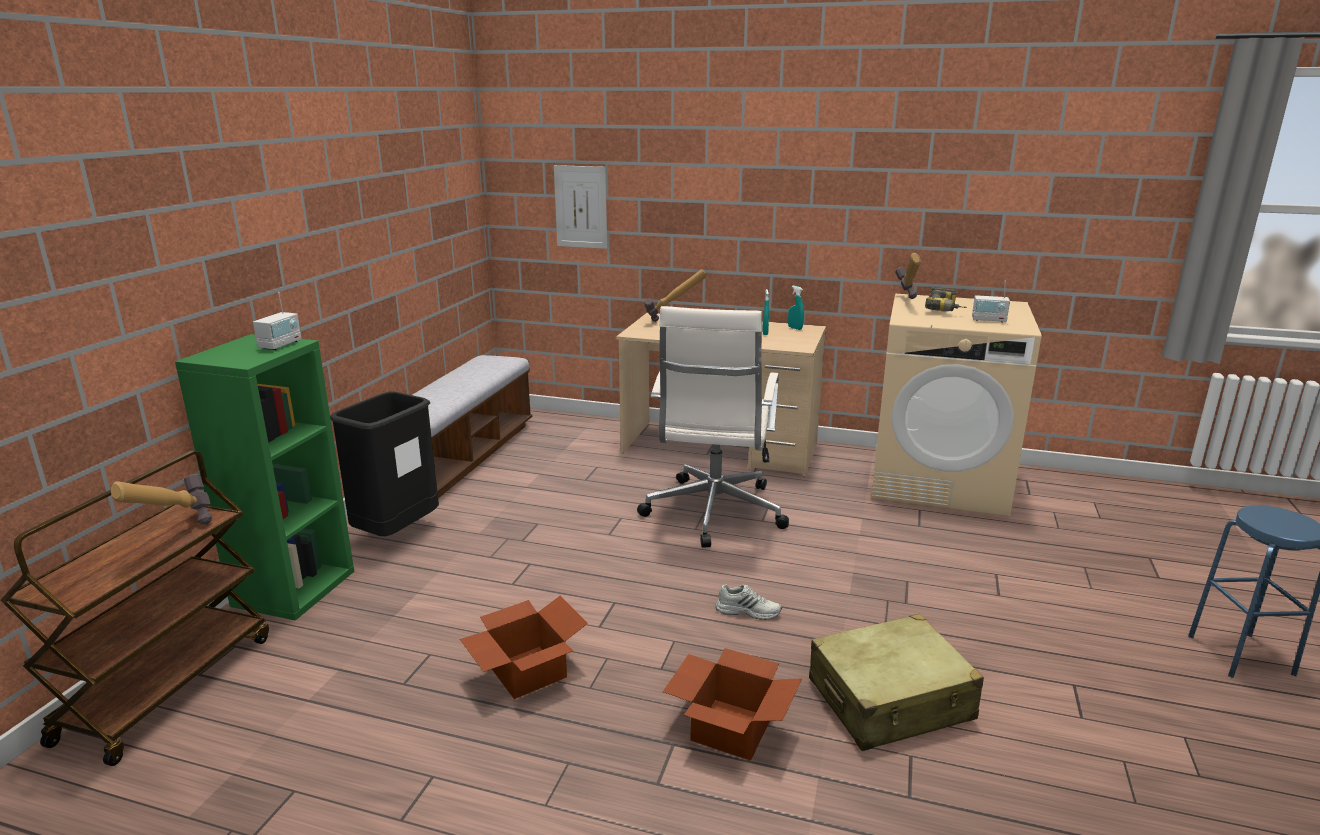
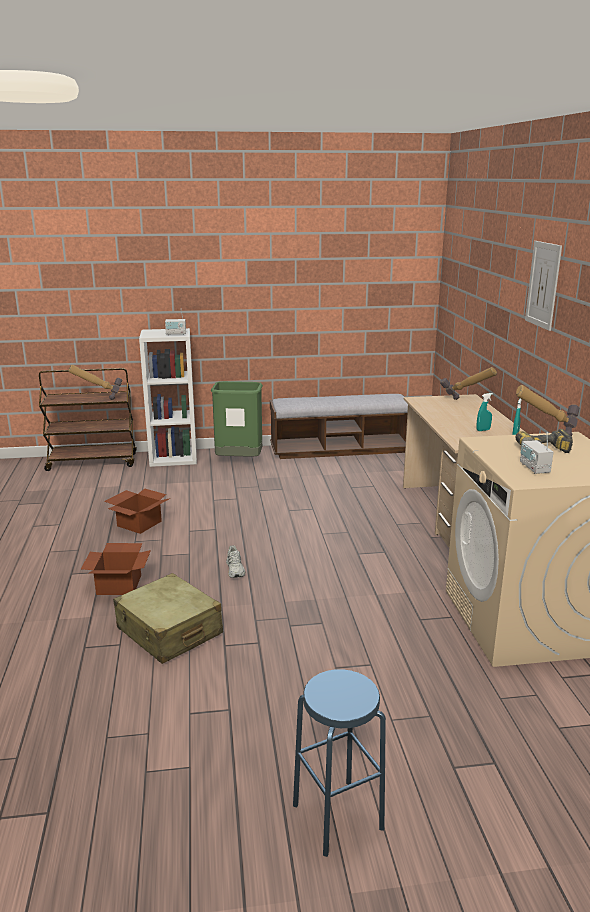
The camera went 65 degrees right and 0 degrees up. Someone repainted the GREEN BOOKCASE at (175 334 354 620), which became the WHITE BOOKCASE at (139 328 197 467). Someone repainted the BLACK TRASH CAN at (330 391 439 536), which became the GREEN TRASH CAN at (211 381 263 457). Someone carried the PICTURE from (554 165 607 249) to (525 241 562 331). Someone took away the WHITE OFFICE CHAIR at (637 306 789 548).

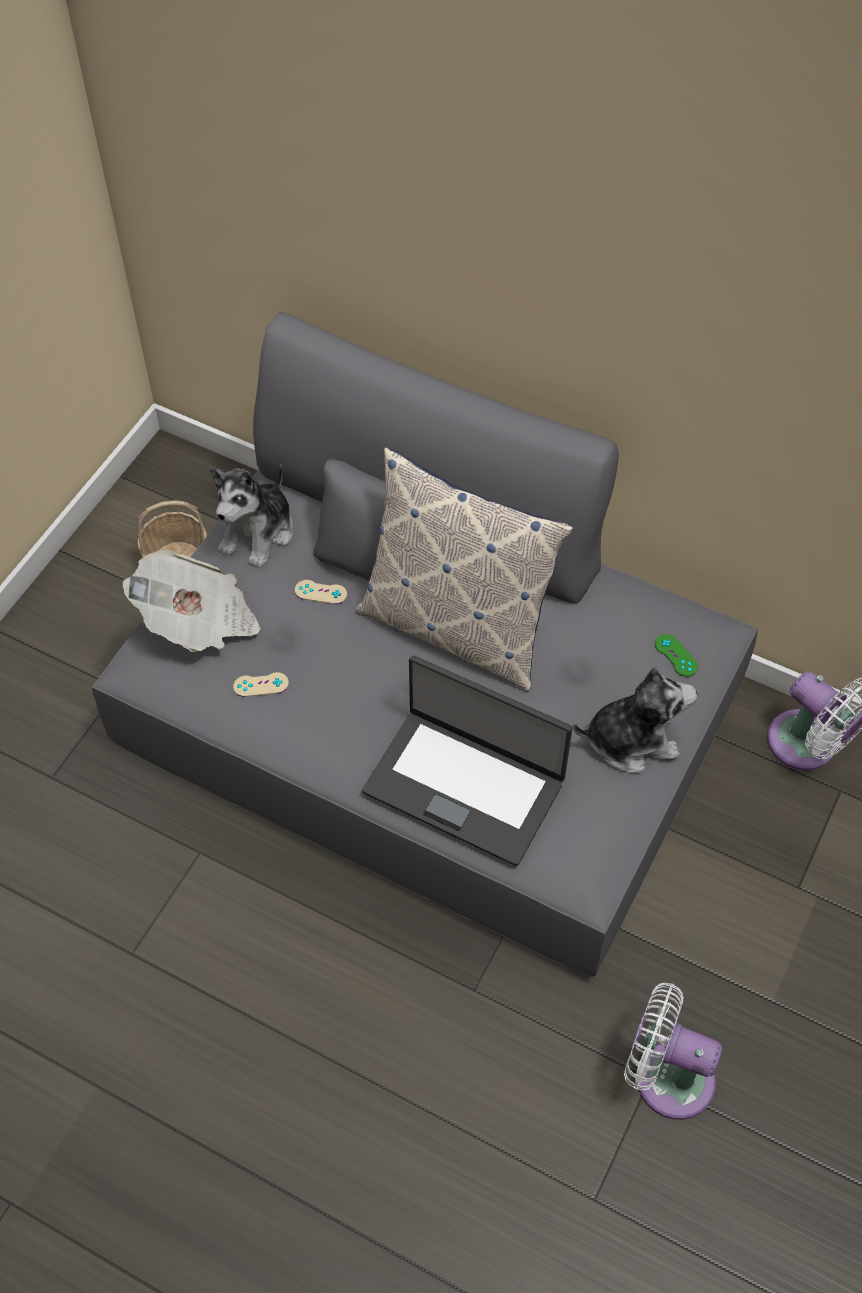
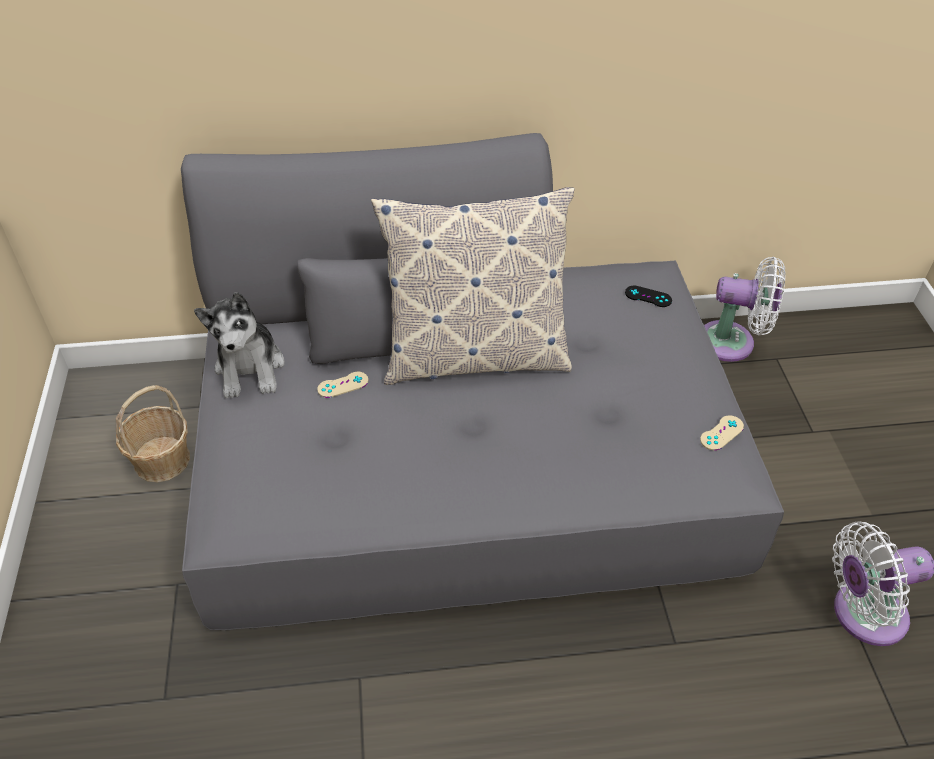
The camera went 35 degrees left and 10 degrees down. Someone took away the NEWSPAPER at (123 550 261 652). Someone carried the BEIGE GAME CONTROLLER from (233 672 289 697) to (700 415 744 450). Someone took away the LAPTOP at (362 655 572 866). Someone took away the PLUSH TOY at (573 667 697 772). Someone repainted the GREEN GAME CONTROLLER at (655 634 698 677), which became the BLACK GAME CONTROLLER at (625 286 672 307).

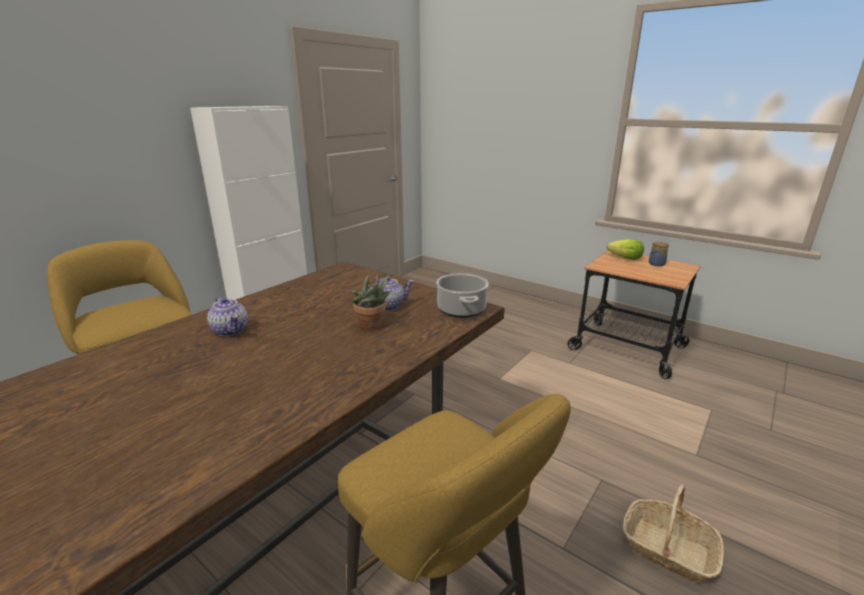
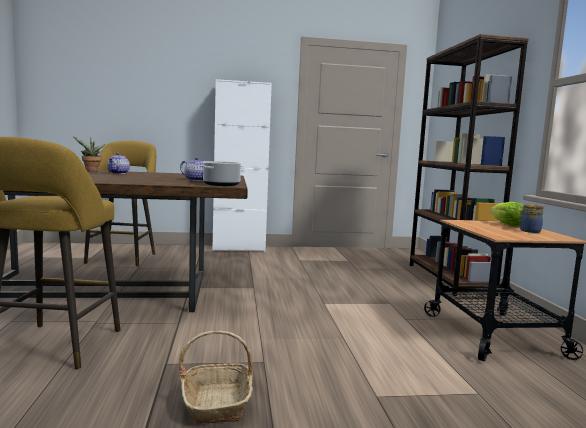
The camera went 45 degrees right and 15 degrees down. Someone carried the POTTED PLANT from (351 272 392 330) to (73 137 106 172). Someone put down the BROWN BOOKCASE at (410 34 529 296).

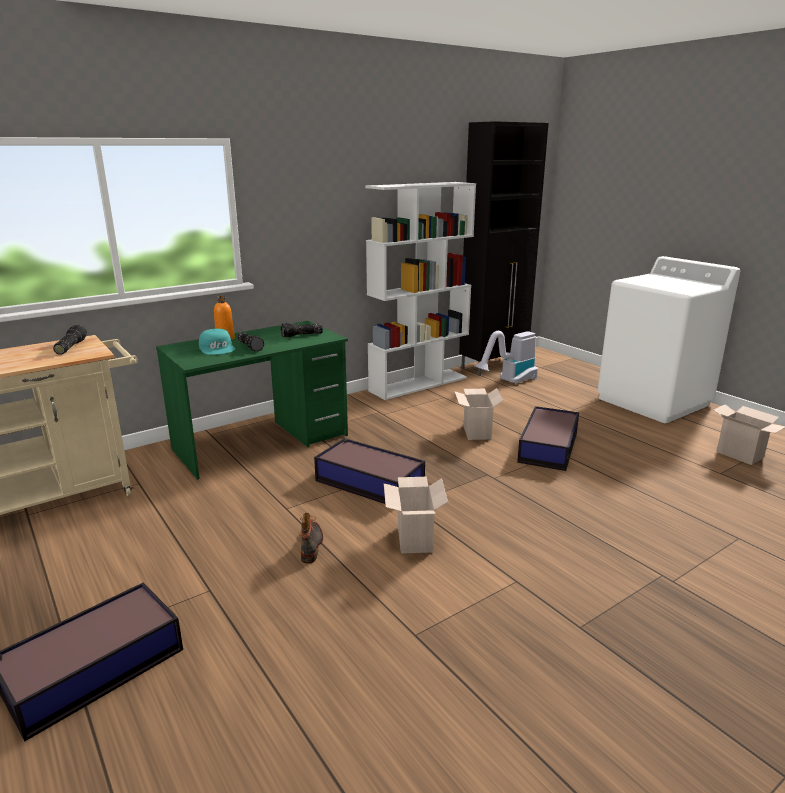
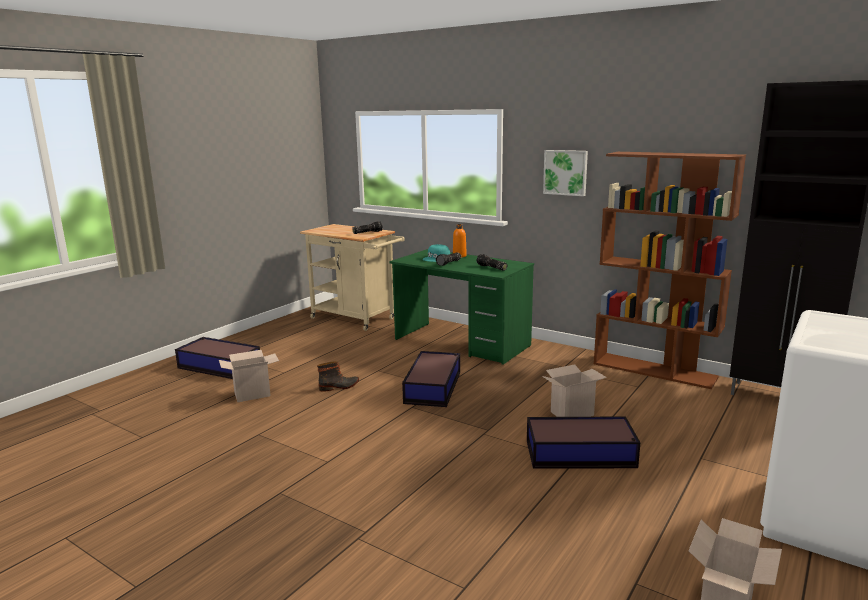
The camera went 70 degrees right and 5 degrees down. Someone repainted the WHITE BOOKCASE at (365 182 476 400), which became the BROWN BOOKCASE at (594 152 746 389). Someone carried the CARDBOARD BOX from (384 477 448 554) to (219 350 279 402). Someone took away the VACUUM CLEANER at (474 331 538 385). Someone put up the PICTURE at (543 150 588 196).

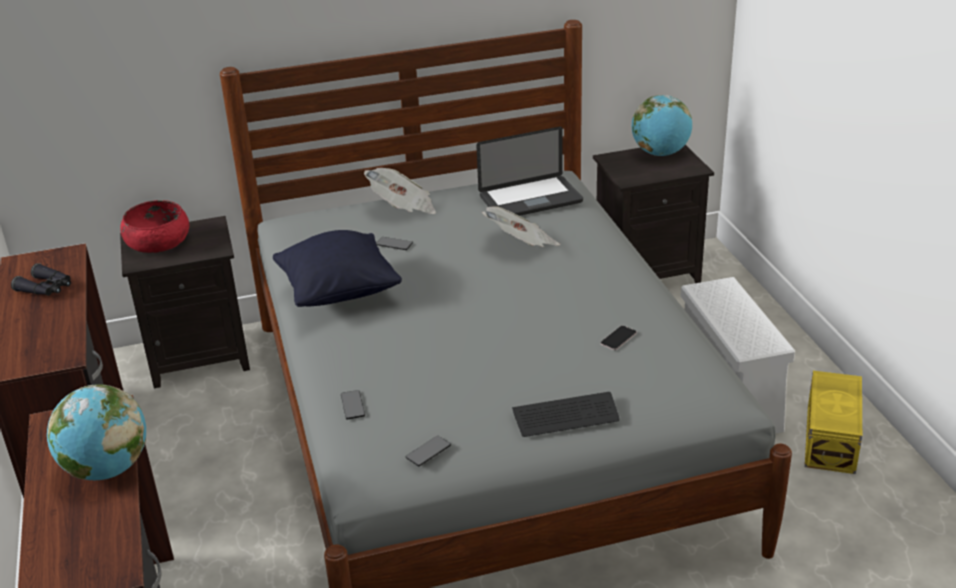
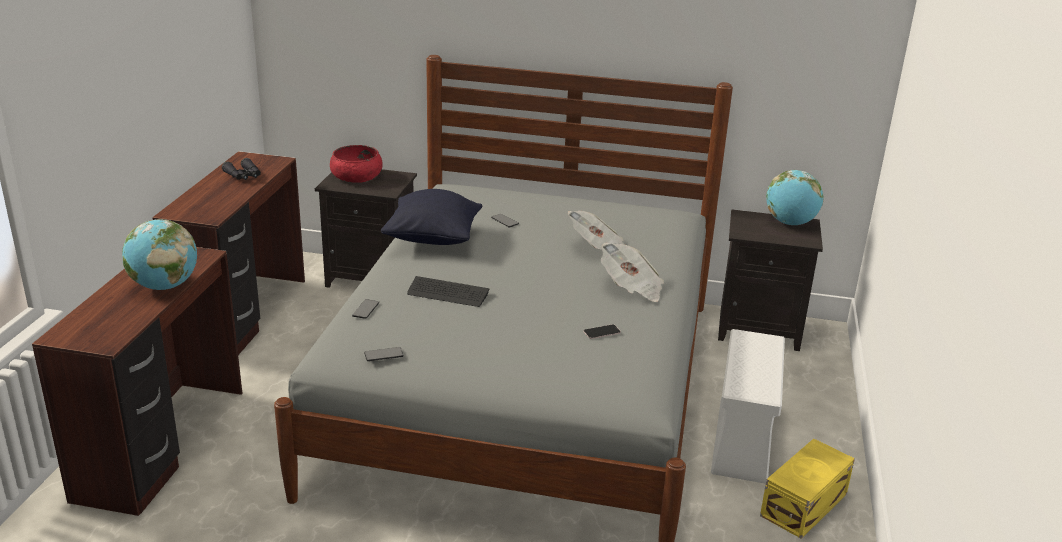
The camera went 25 degrees right and 5 degrees down. Someone carried the NEWSPAPER from (364 168 436 214) to (600 242 664 302). Someone took away the LAPTOP at (476 127 583 216). Someone carried the KEYBOARD from (512 392 620 437) to (407 276 490 307).

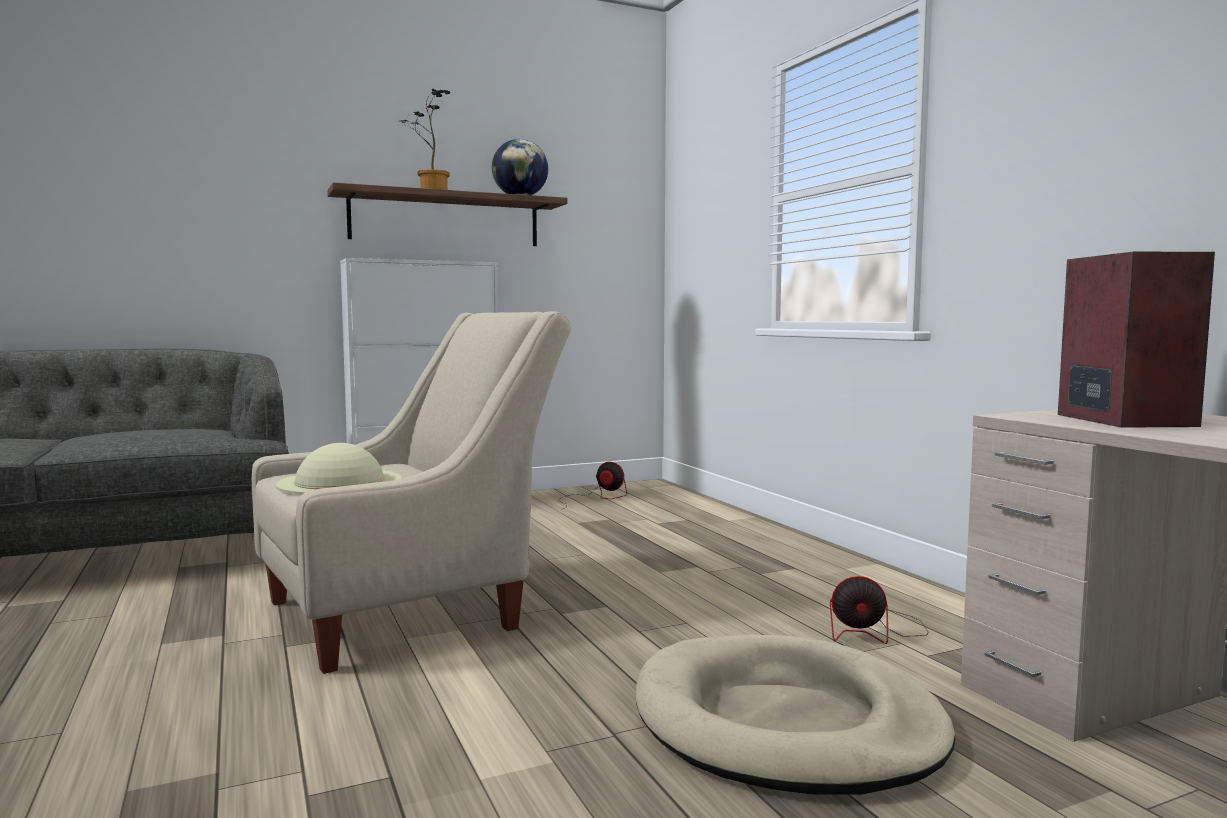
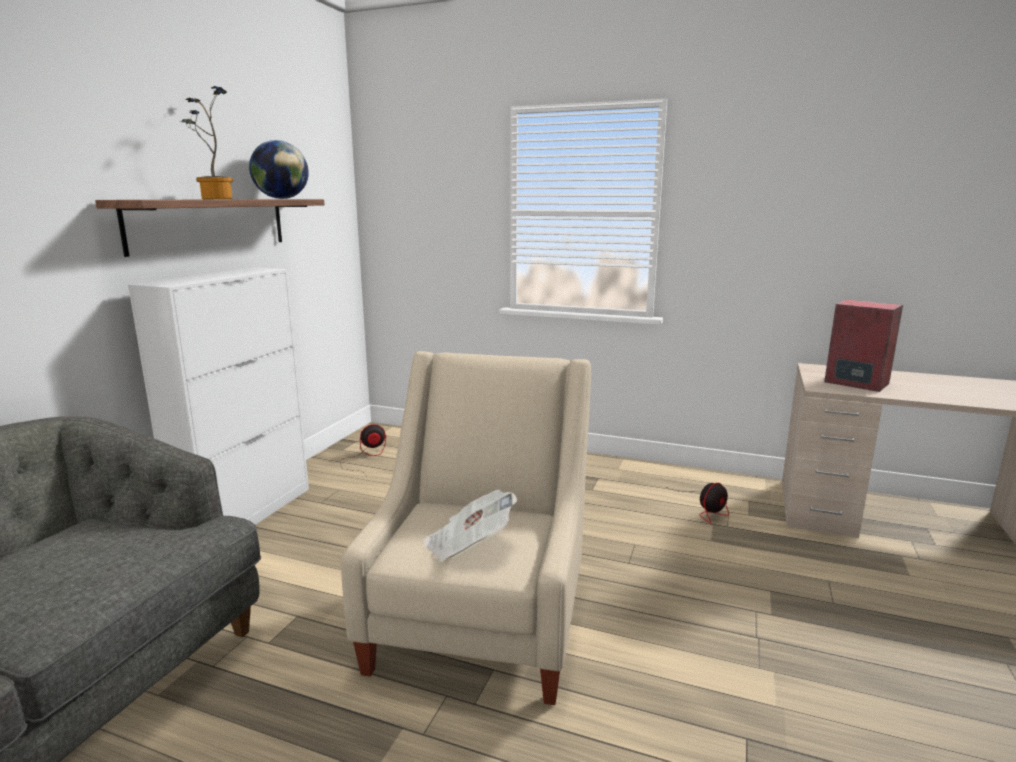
The camera went 45 degrees left and 10 degrees up. Someone swapped the BEIGE HAT at (275 443 401 494) for the NEWSPAPER at (423 490 517 563). Someone took away the BEIGE DOG BED at (636 635 955 795).

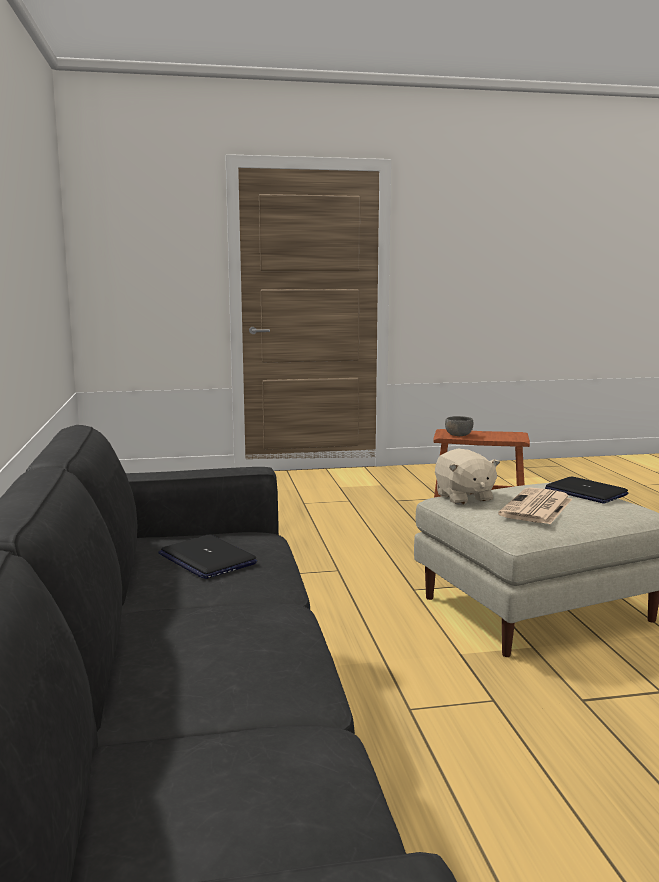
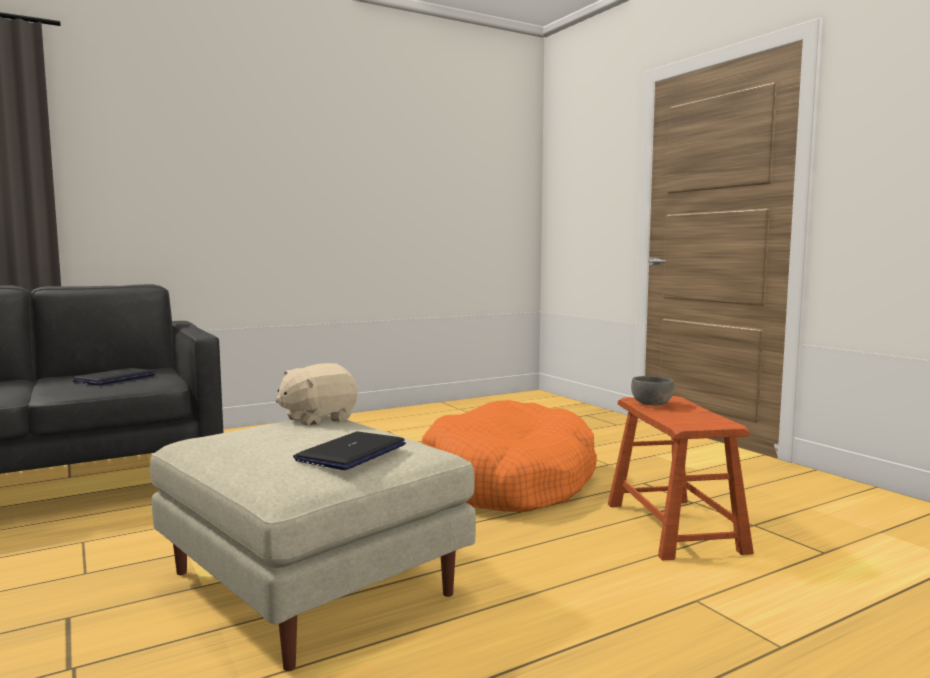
The camera went 70 degrees right and 5 degrees down. Someone took away the NEWSPAPER at (498 487 572 524). Someone put down the ORANGE DOG BED at (422 400 597 512).

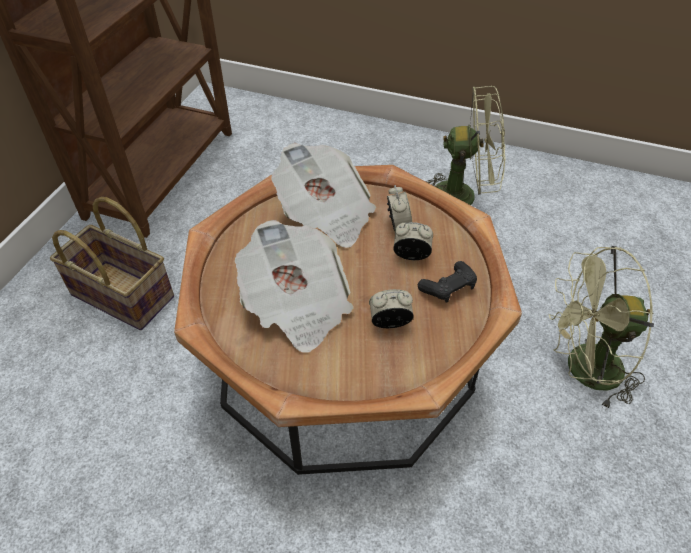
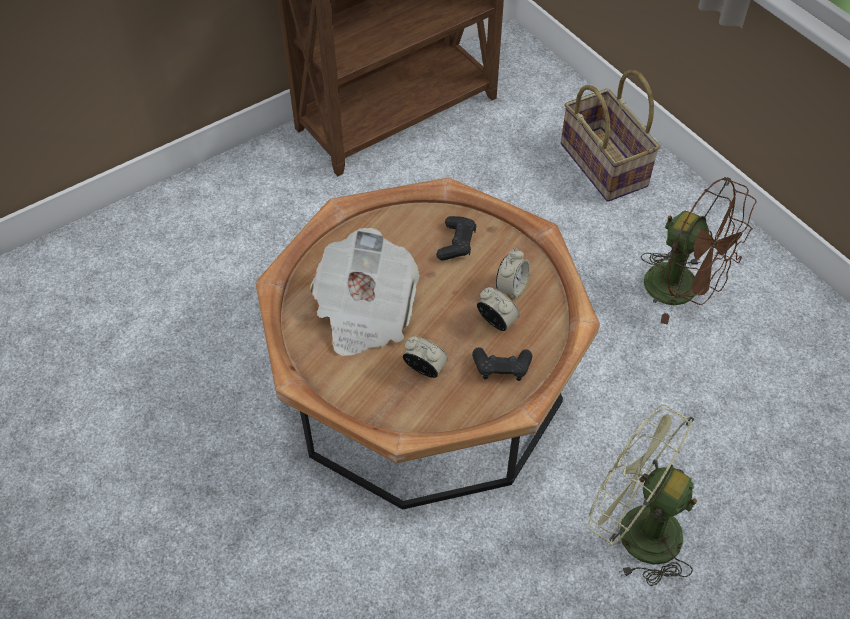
The camera went 35 degrees right and 5 degrees up. Someone carried the BASKET from (50 197 174 330) to (561 70 660 202). Someone swapped the NEWSPAPER at (271 143 376 248) for the BLACK GAME CONTROLLER at (436 216 476 260). Someone repainted the GREEN FAN at (426 86 505 205), which became the BROWN FAN at (641 177 757 325).

